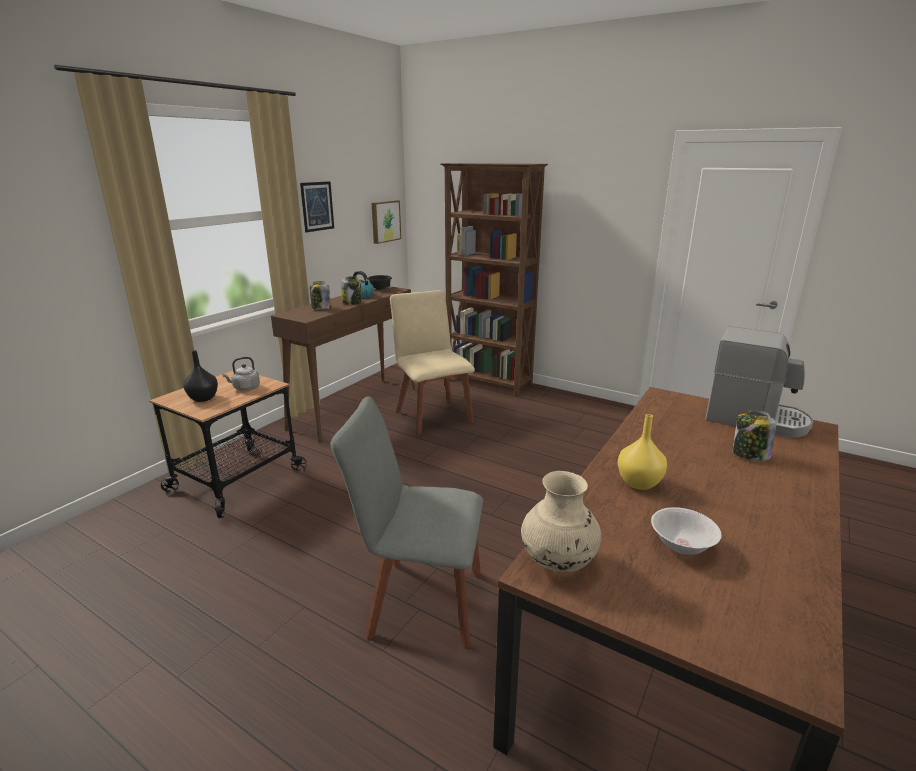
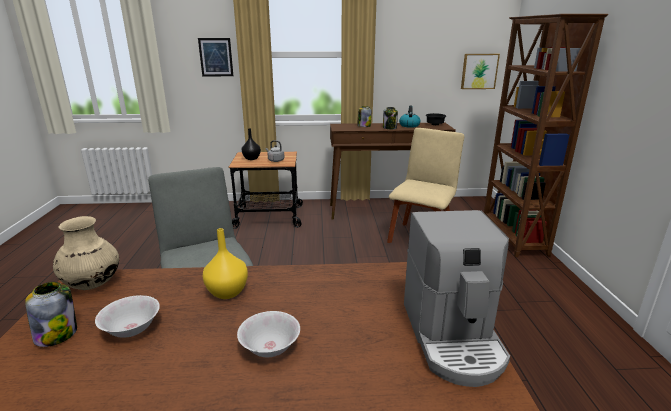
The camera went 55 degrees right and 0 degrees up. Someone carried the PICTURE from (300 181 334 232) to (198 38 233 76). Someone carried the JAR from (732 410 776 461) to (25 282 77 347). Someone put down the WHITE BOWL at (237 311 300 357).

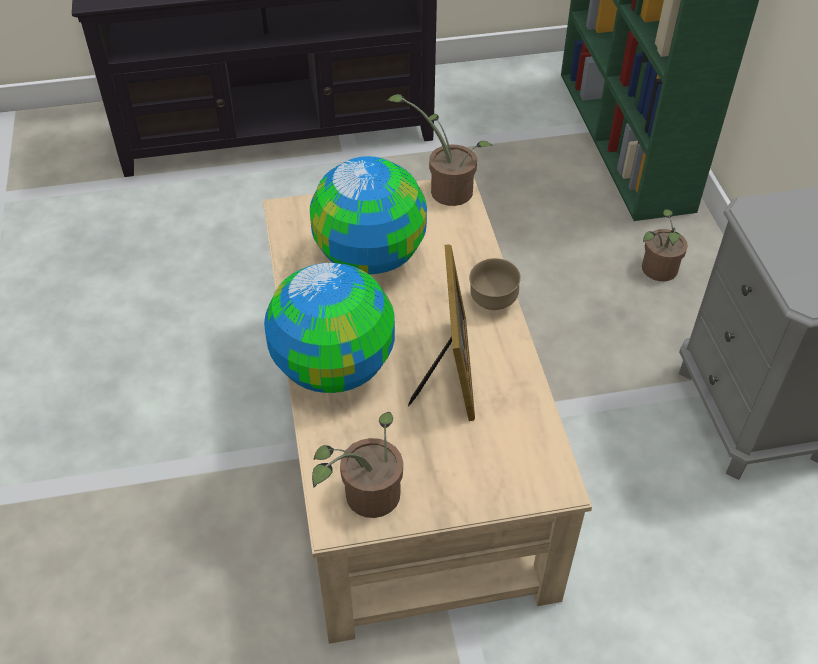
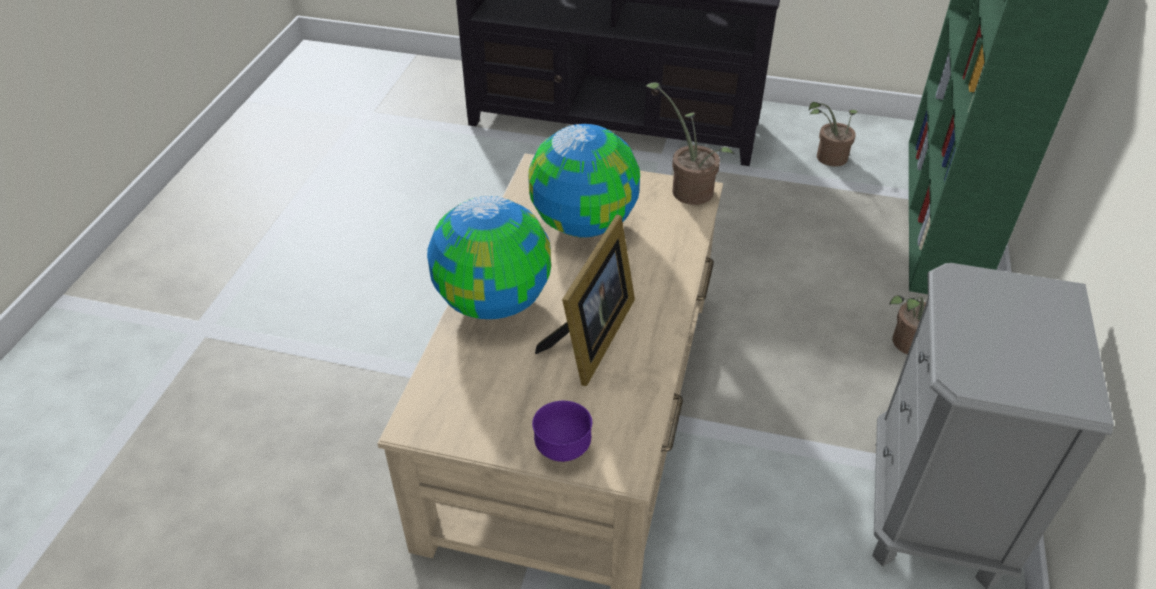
The camera went 25 degrees right and 5 degrees down. Someone carried the POTTED PLANT from (312 412 403 518) to (809 102 858 167). Someone took away the BROWN BOWL at (469 258 521 310). Someone put down the PURPLE BOWL at (532 401 592 462).

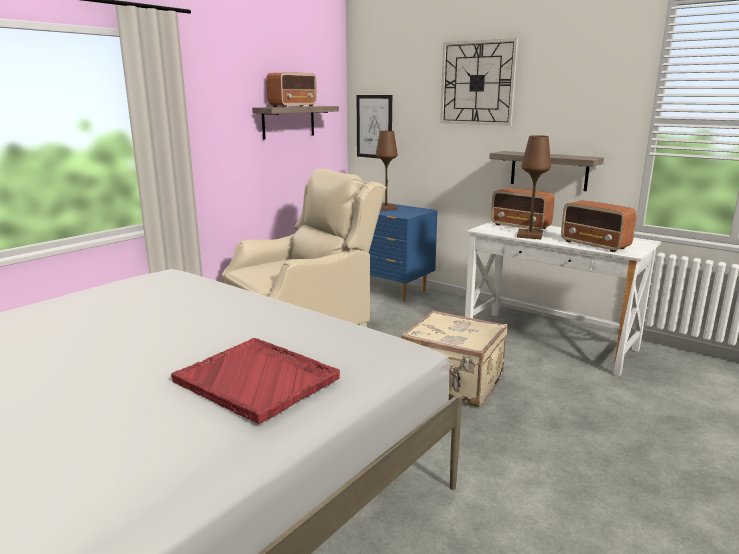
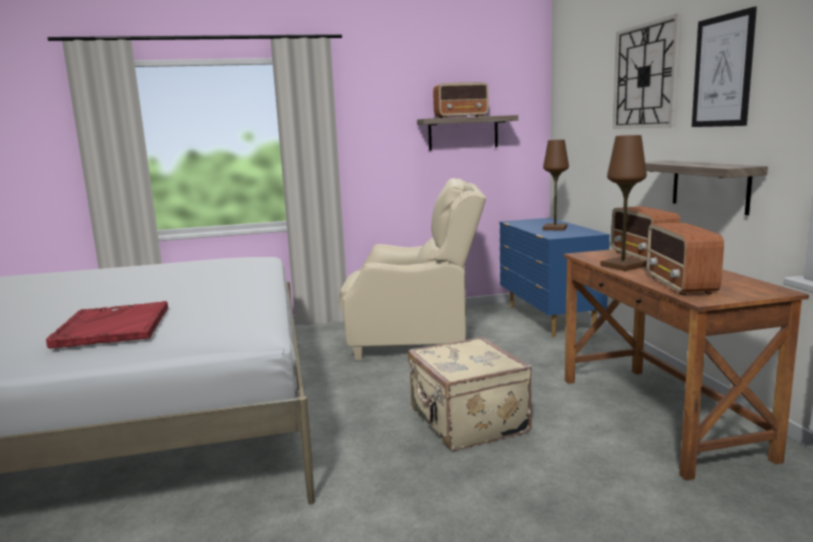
The camera went 40 degrees right and 5 degrees down. Someone carried the PICTURE from (357 95 392 158) to (692 7 757 127). Someone repainted the WHITE DESK at (465 221 661 376), which became the BROWN DESK at (564 249 809 481).

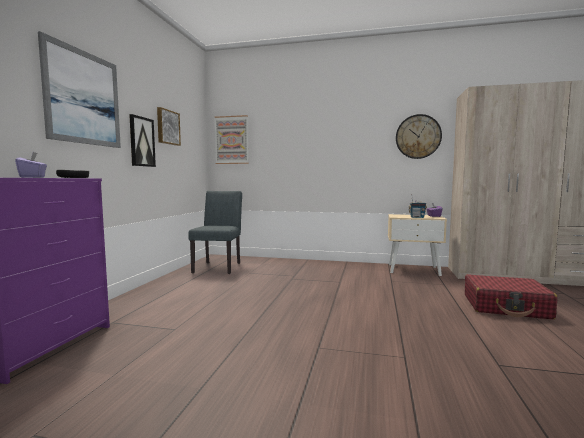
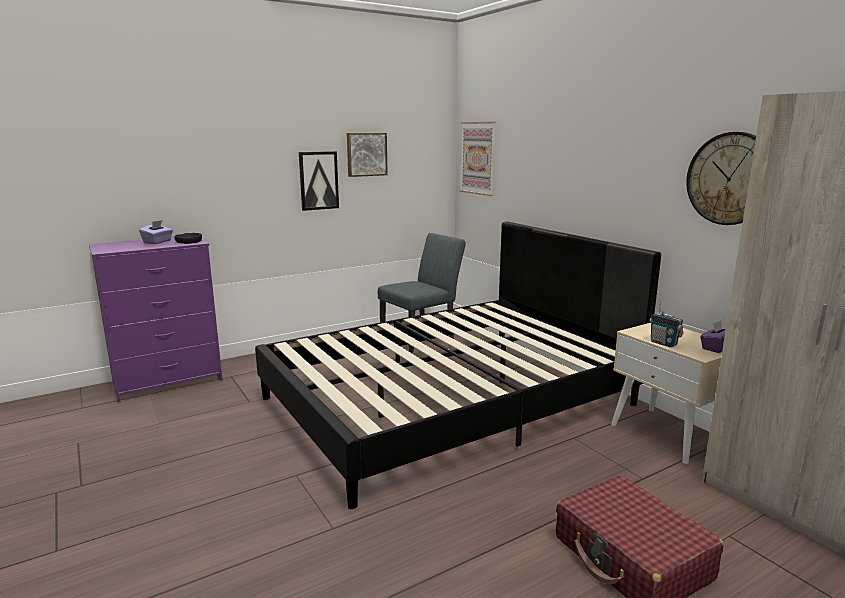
The camera went 45 degrees right and 10 degrees up. Someone took away the PICTURE at (38 31 121 148). Someone put down the BLACK BED at (255 222 661 509).

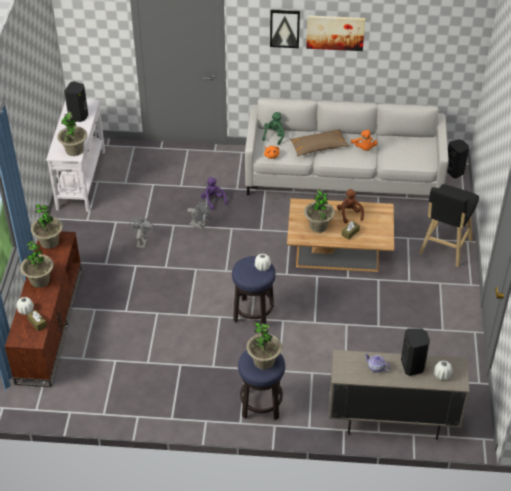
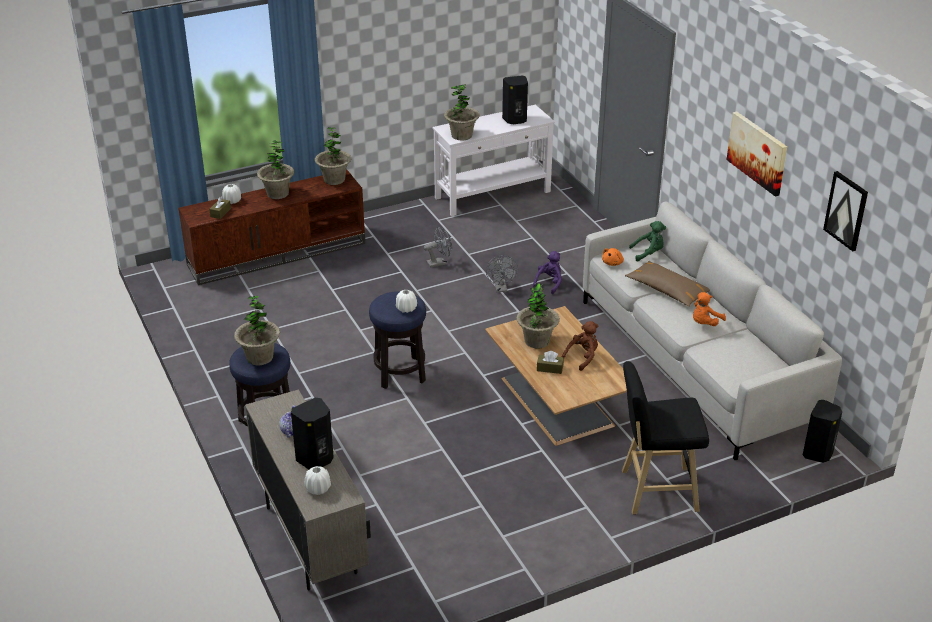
The camera went 60 degrees right and 10 degrees down. Someone carried the PICTURE from (270 10 300 48) to (823 171 868 251).

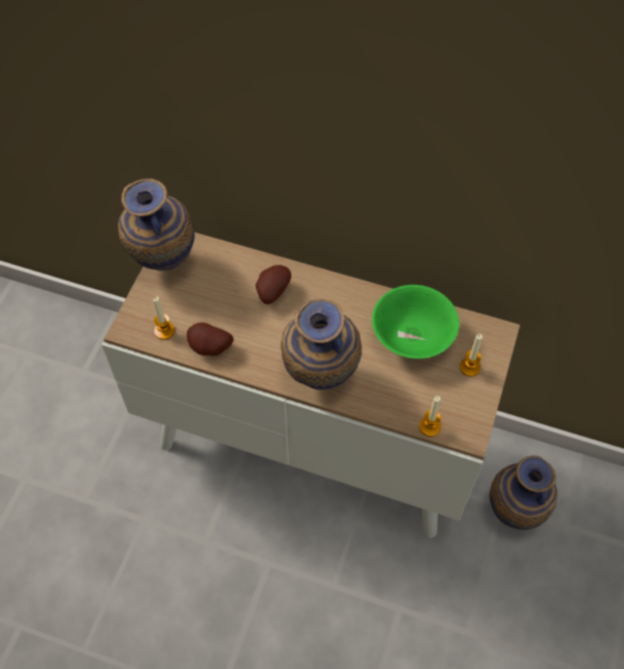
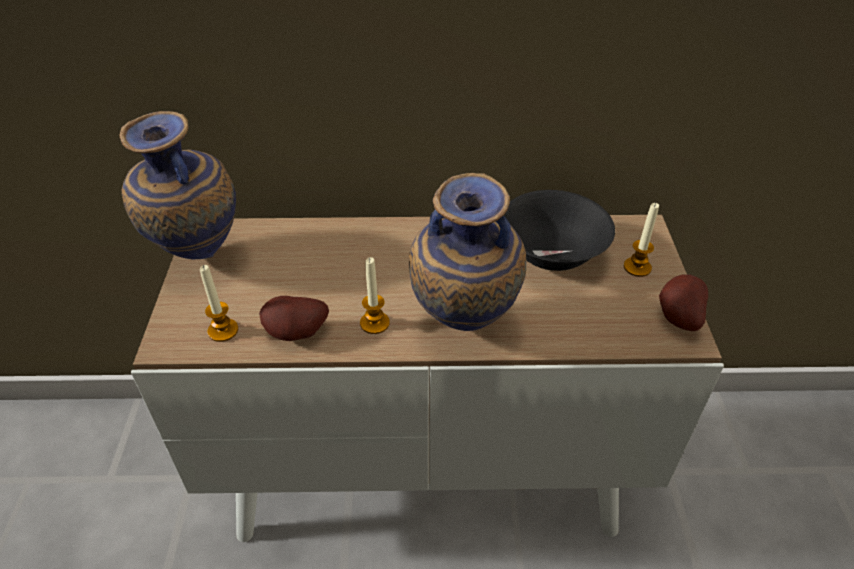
The camera went 20 degrees left and 15 degrees down. Someone carried the POTATO from (255 265 291 304) to (659 274 708 331). Someone repainted the GREEN BOWL at (372 285 459 359), which became the BLACK BOWL at (503 190 615 271). Someone carried the CANDLE from (419 396 441 437) to (360 257 390 334). Someone took away the VASE at (489 455 557 530).

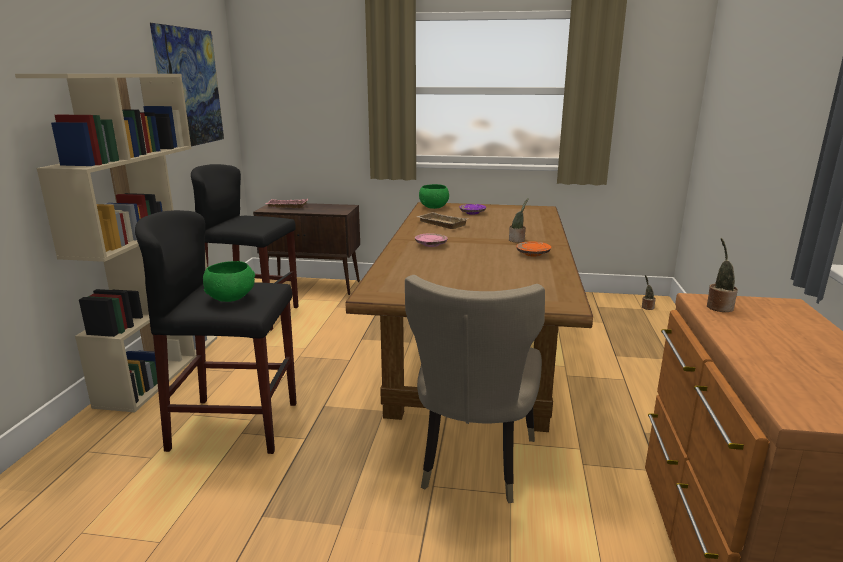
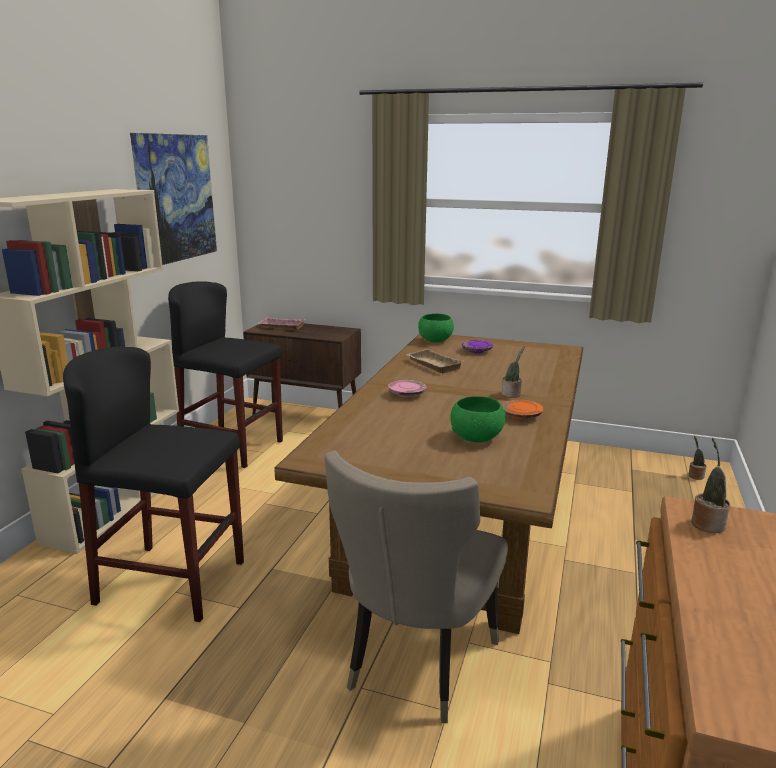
The camera went 10 degrees right and 0 degrees up. Someone carried the GREEN BOWL from (203 261 255 302) to (451 396 506 443).

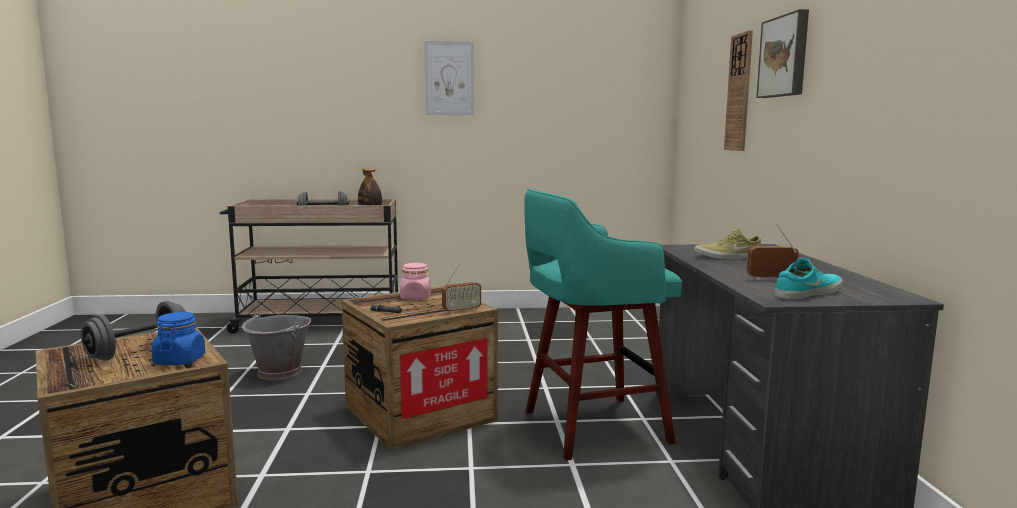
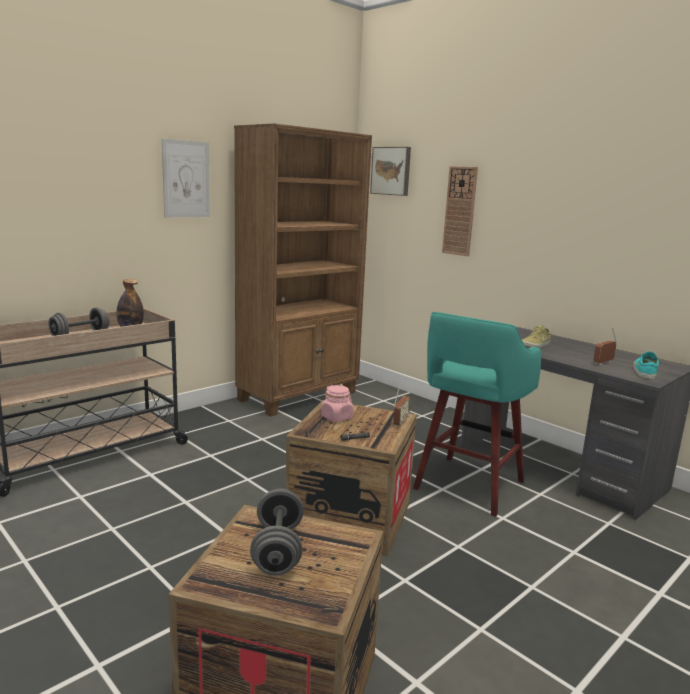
The camera went 40 degrees left and 5 degrees up. Someone took away the BLUE JAR at (151 312 205 365). Someone took away the GREY BUCKET at (242 312 311 381). Someone carried the PICTURE from (756 9 809 98) to (370 147 411 196). Someone put down the BROWN BOOKCASE at (234 123 372 417).

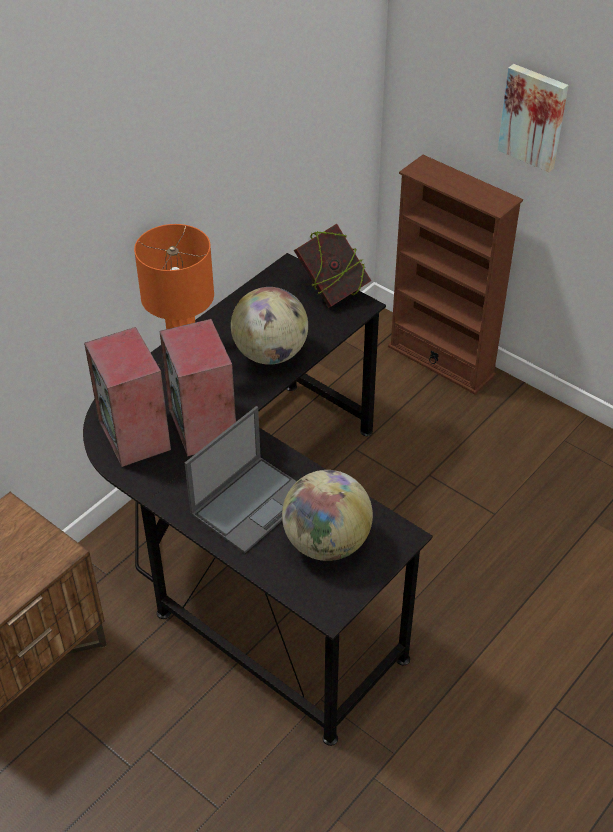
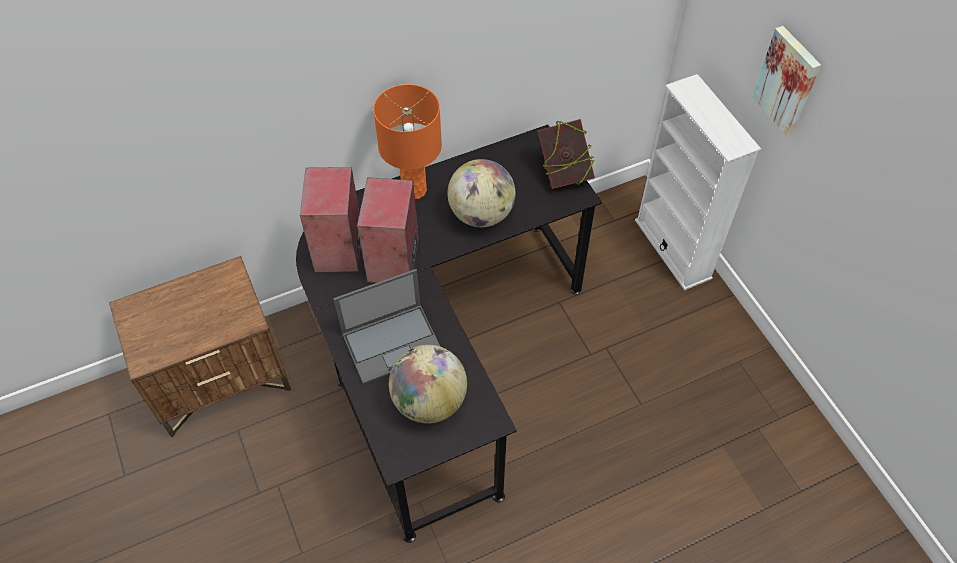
The camera went 25 degrees right and 10 degrees up. Someone repainted the BROWN BOOKCASE at (388 155 523 394), which became the WHITE BOOKCASE at (635 74 761 291).

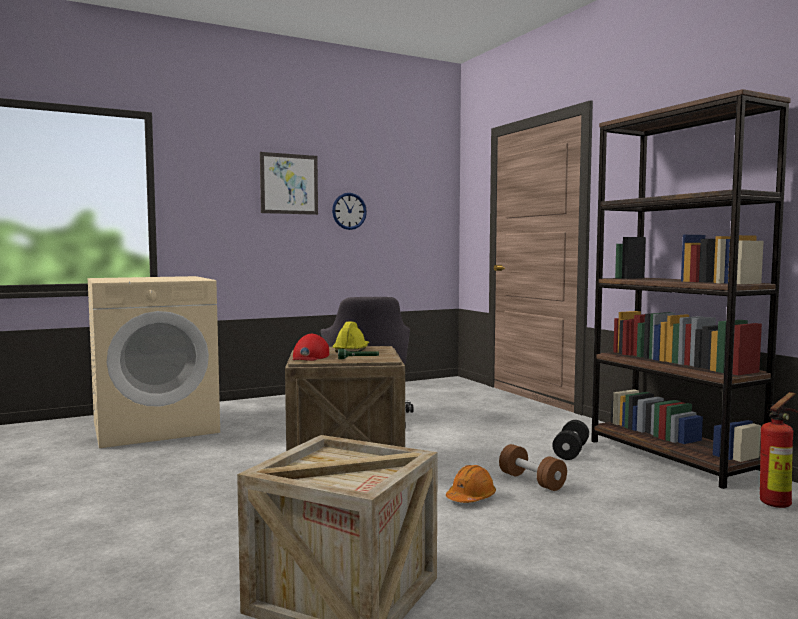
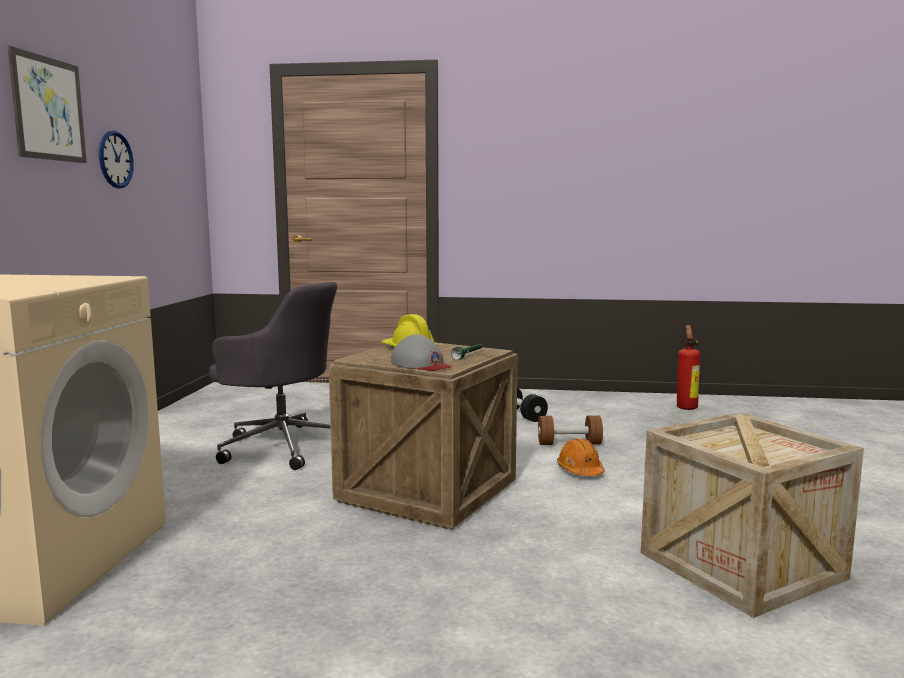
The camera went 55 degrees left and 5 degrees up. Someone repainted the RED CAP at (292 334 329 361), which became the GREY CAP at (391 334 452 371). Someone took away the BROWN BOOKCASE at (591 89 791 489).

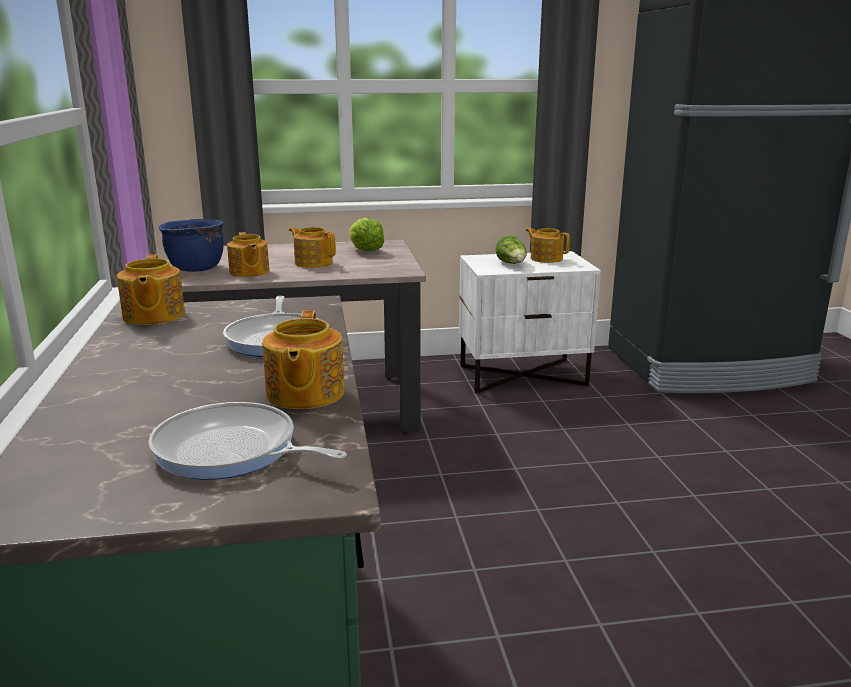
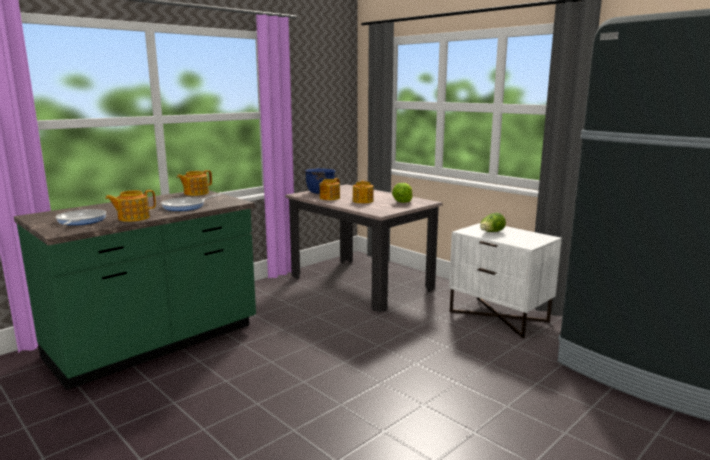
The camera went 55 degrees right and 5 degrees down. Someone took away the TEAPOT at (525 228 570 263).

